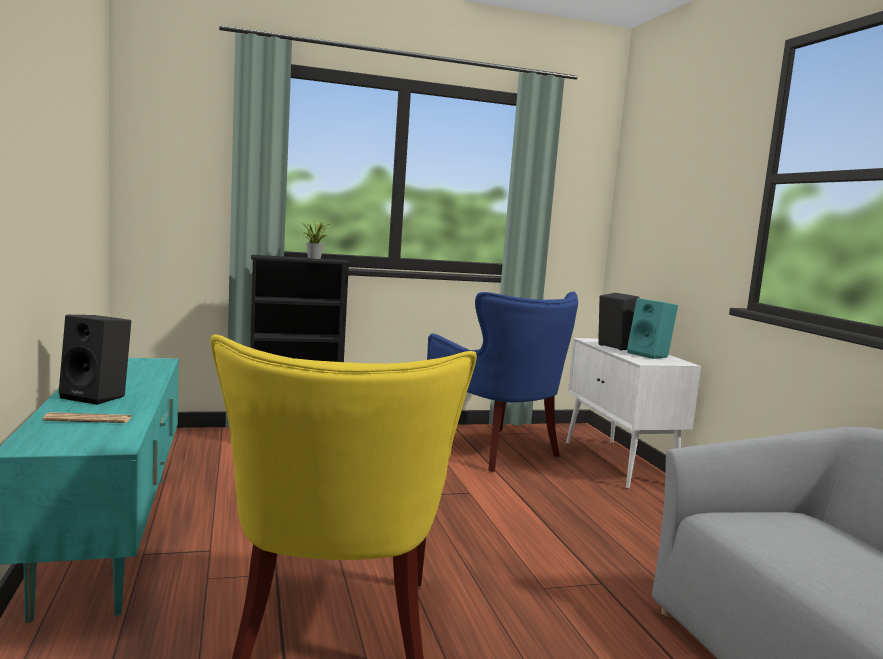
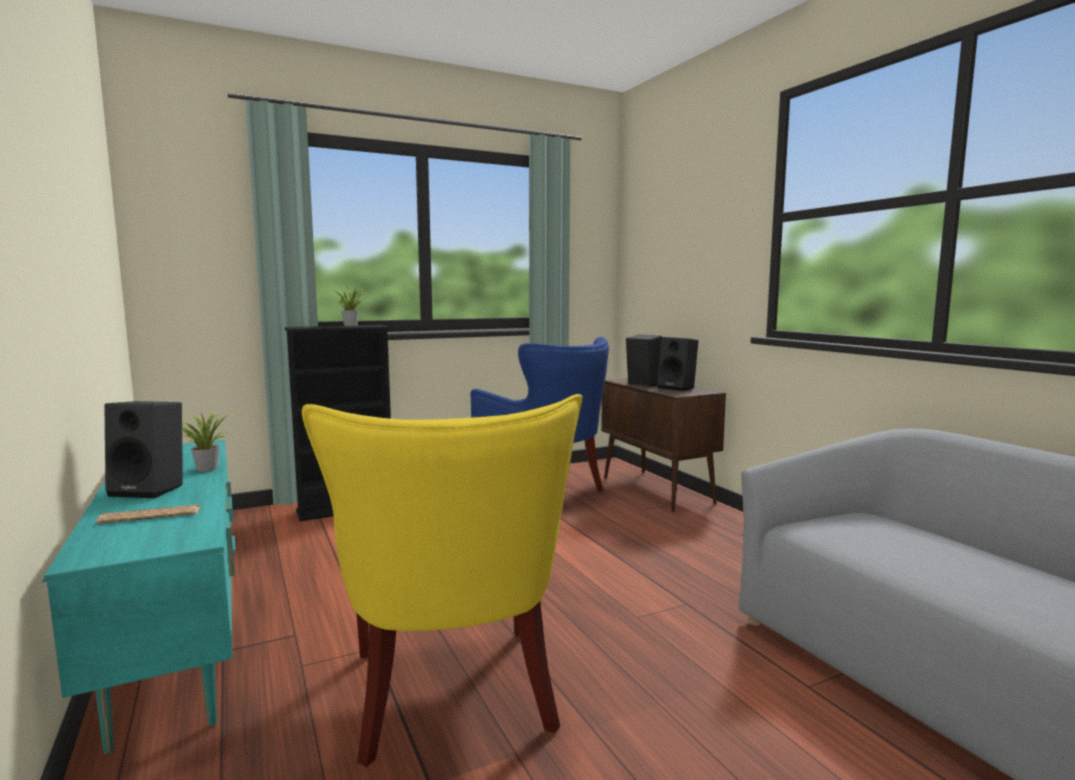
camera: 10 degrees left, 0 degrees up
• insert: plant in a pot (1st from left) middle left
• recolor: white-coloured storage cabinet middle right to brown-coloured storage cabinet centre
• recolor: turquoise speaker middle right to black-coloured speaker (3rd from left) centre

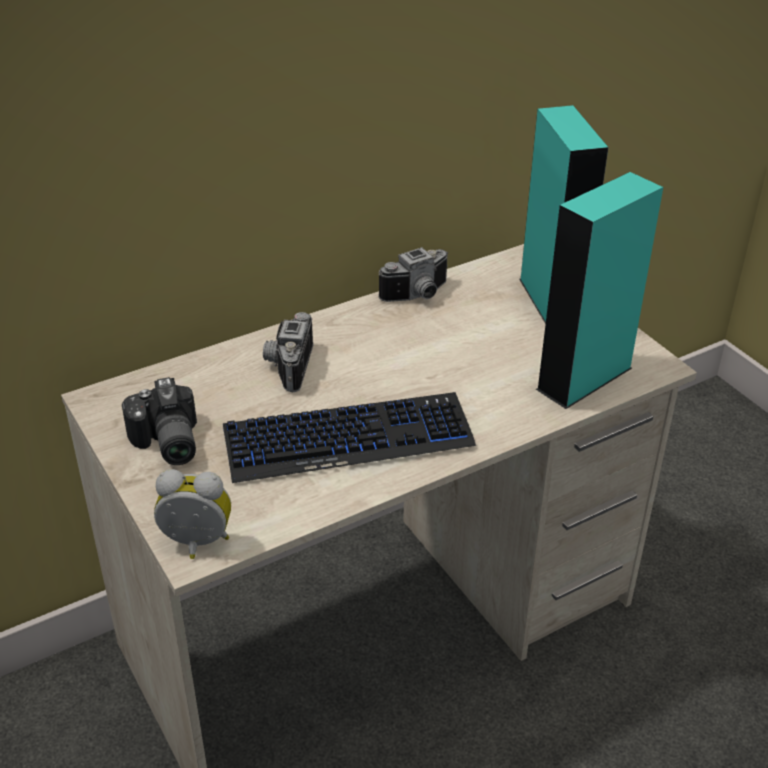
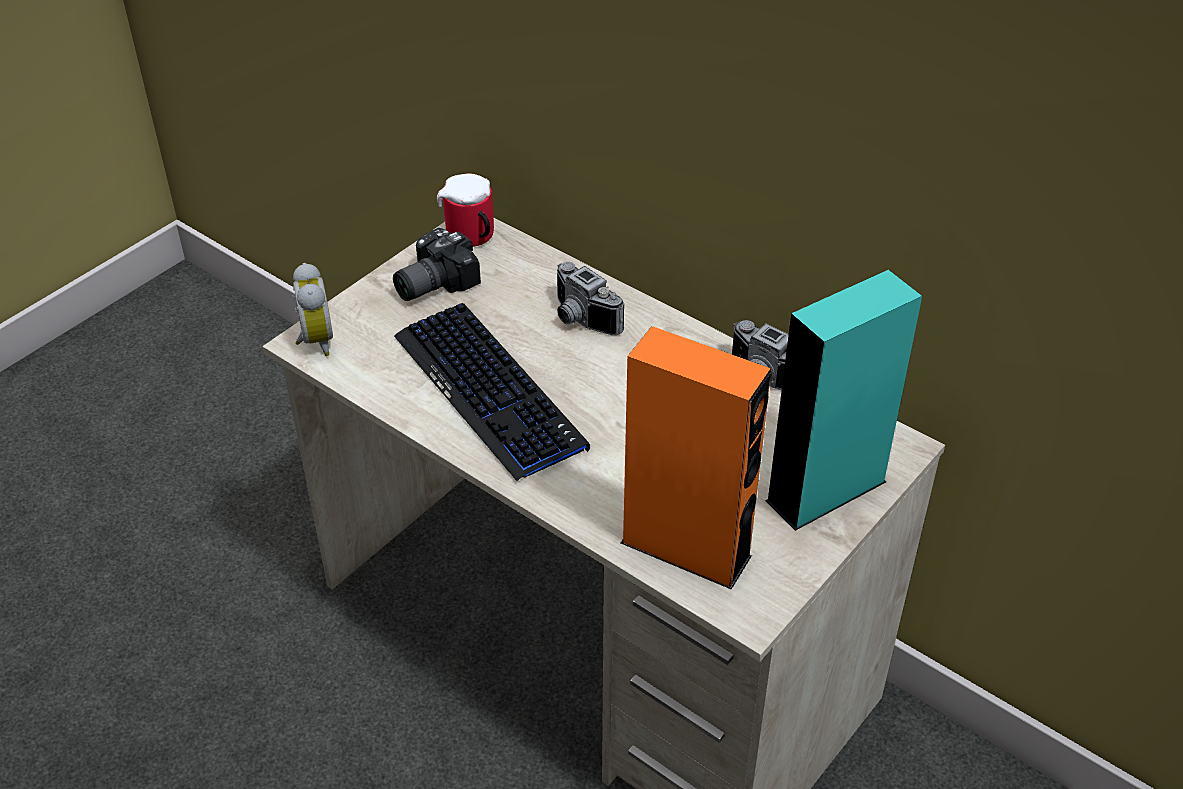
camera: 70 degrees right, 5 degrees up
• insert: tea mug top centre
• rotate: photo camera (2nd from left) centre = centre 120 degrees counterclockwise
• recolor: turquoise speaker (2nd from left) middle right to orange-coloured speaker centre

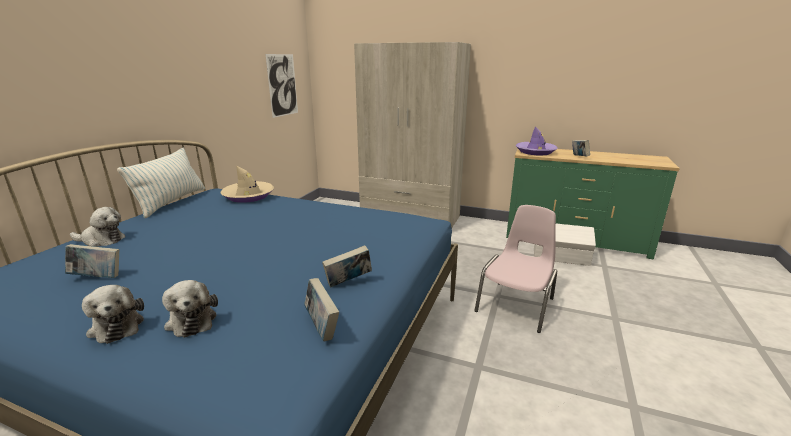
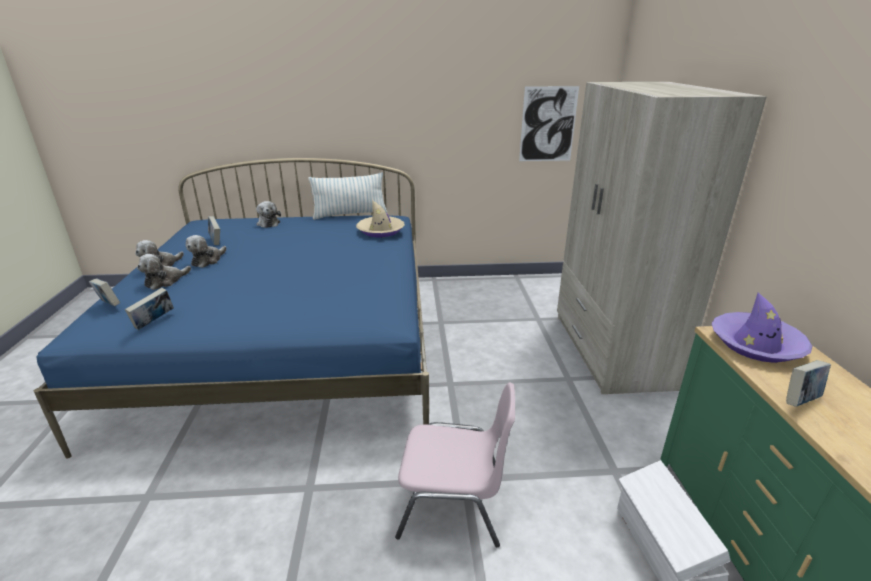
camera: 65 degrees right, 5 degrees up
• move: volume (3rd from left in the first image) centre to volume (1st from left) middle left
• insert: cuddly toy (3rd from left) middle left

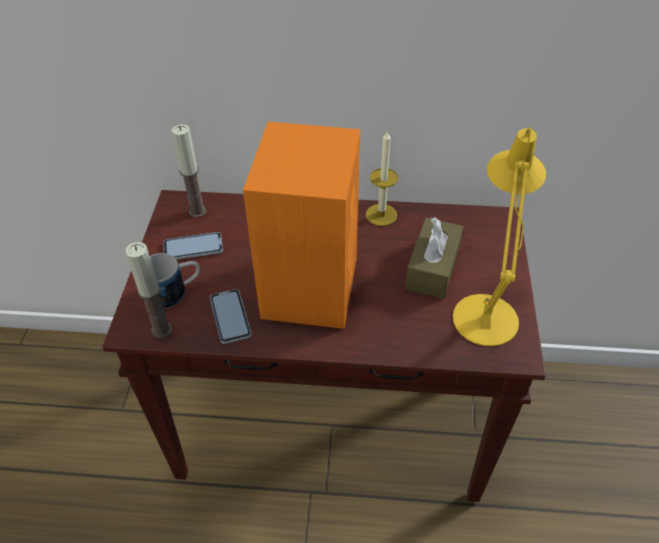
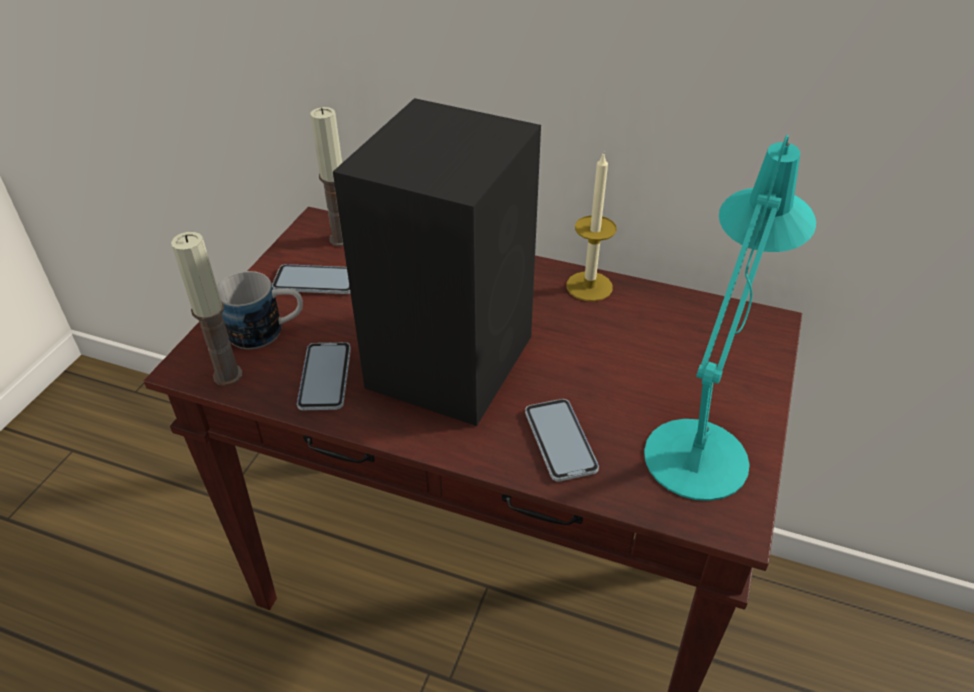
camera: 15 degrees right, 5 degrees down
• recolor: orange-coloured speaker centre to black-coloured speaker centre
• insert: phone (3rd from left) centre
• recolor: yellowish tabletop lamp middle right to turquoise tabletop lamp middle right
• delete: brown-coloured tissue box centre

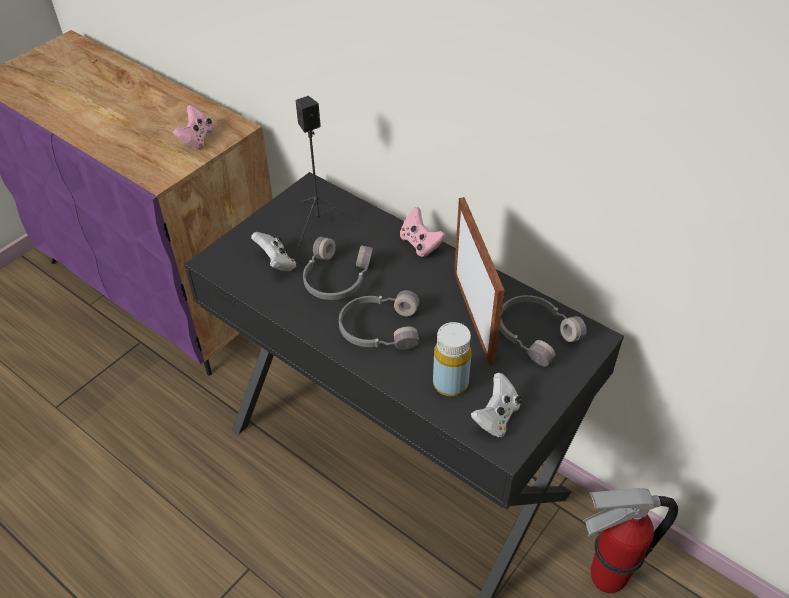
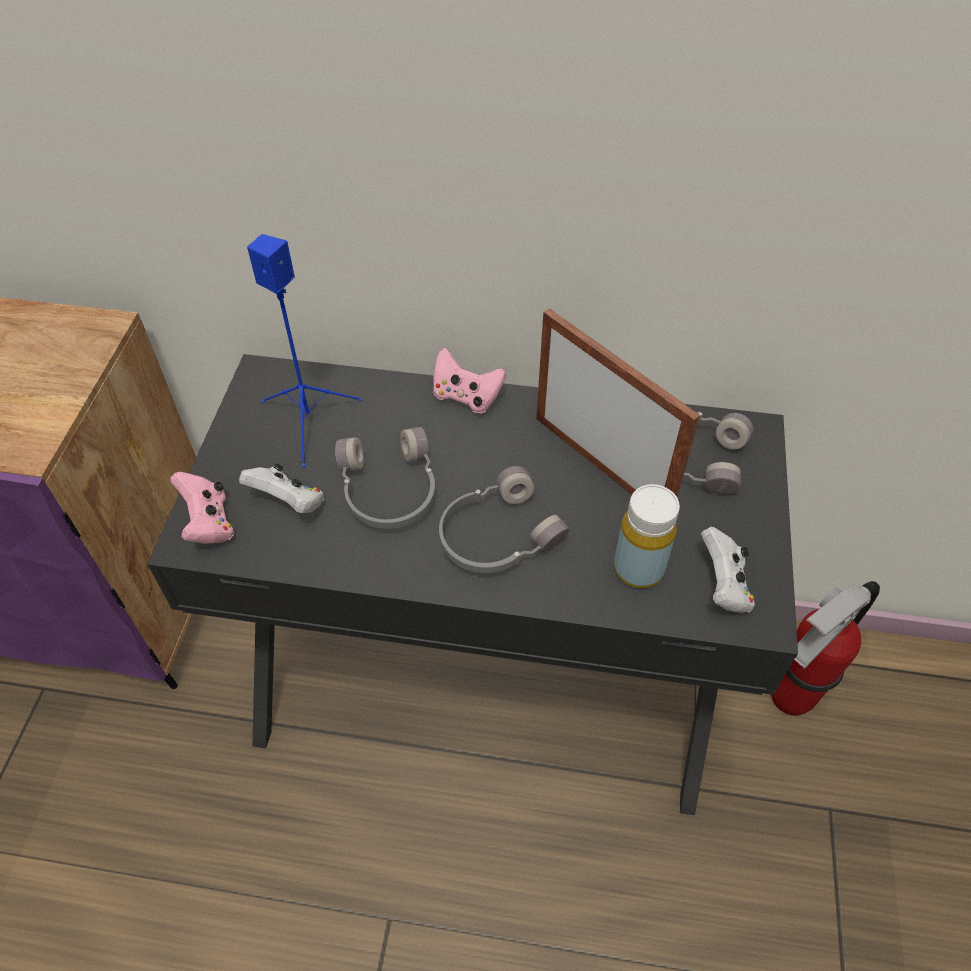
camera: 30 degrees left, 5 degrees up
• move: pink-coloured gamepad (1st from left) top left to middle left
• recolor: black-coloured speaker top centre to blue speaker middle left

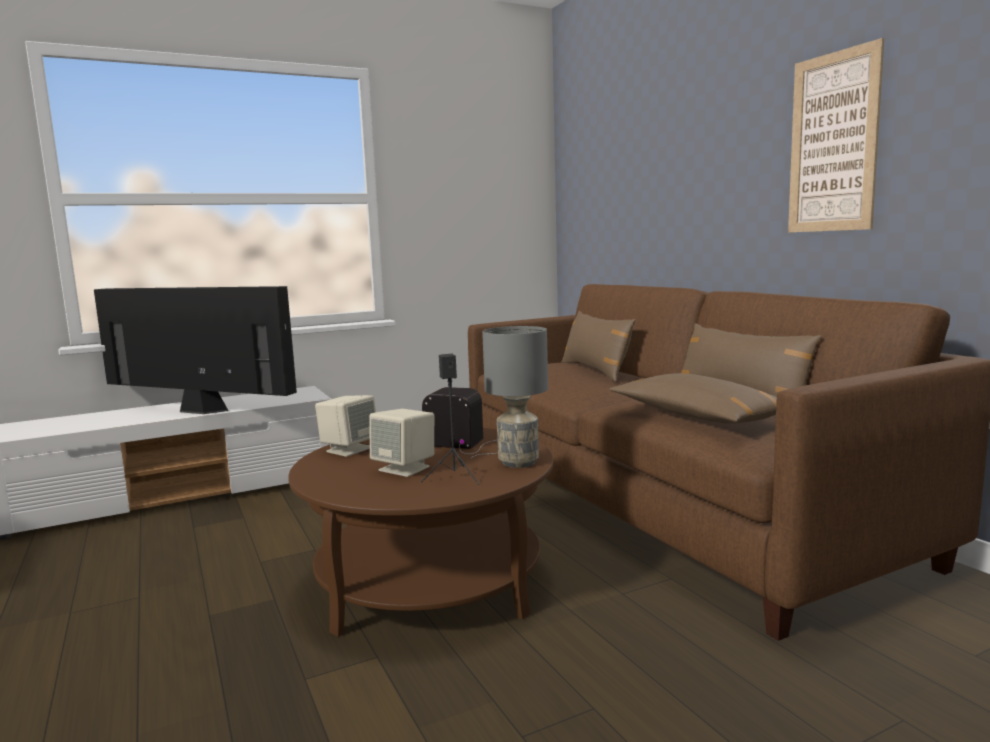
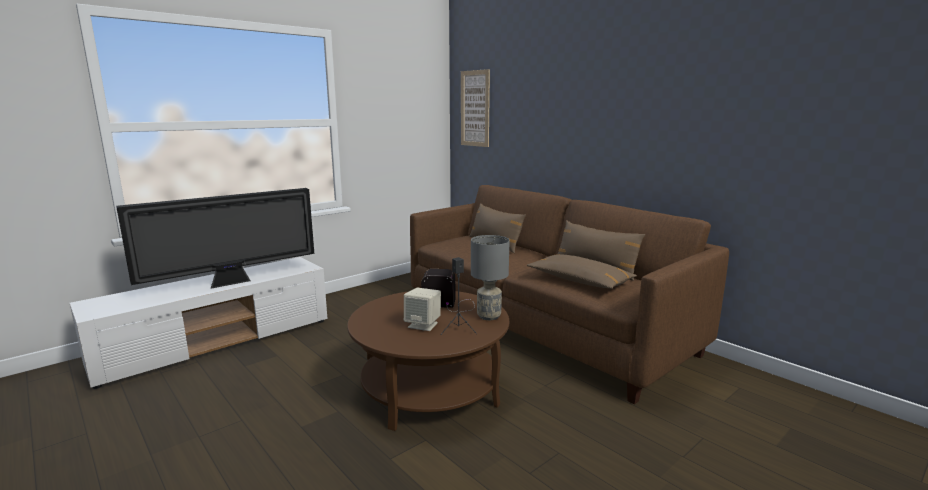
camera: 15 degrees left, 5 degrees up
• rotate: TV middle left = middle left 135 degrees clockwise
• move: wall art top right to top centre
• delete: beige-coloured speaker (1st from left) centre

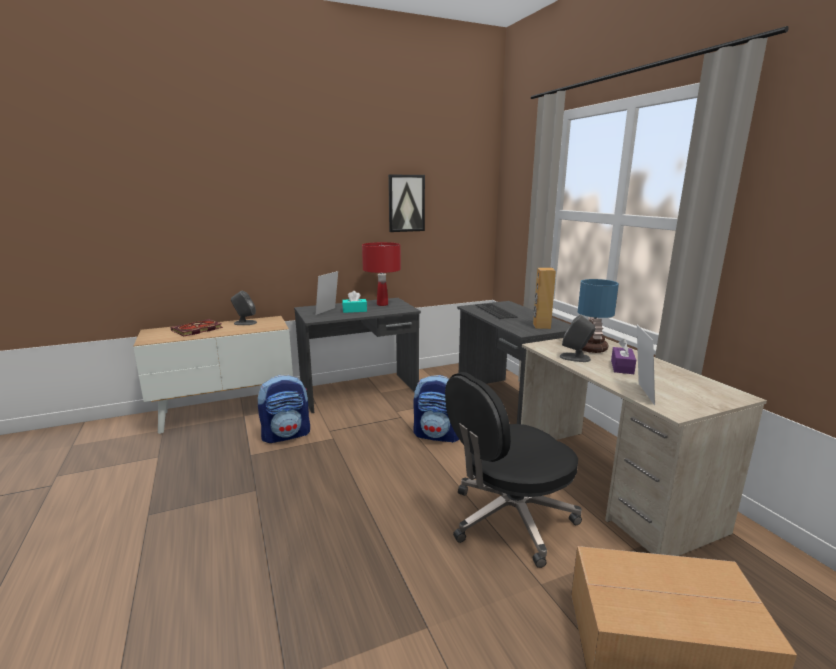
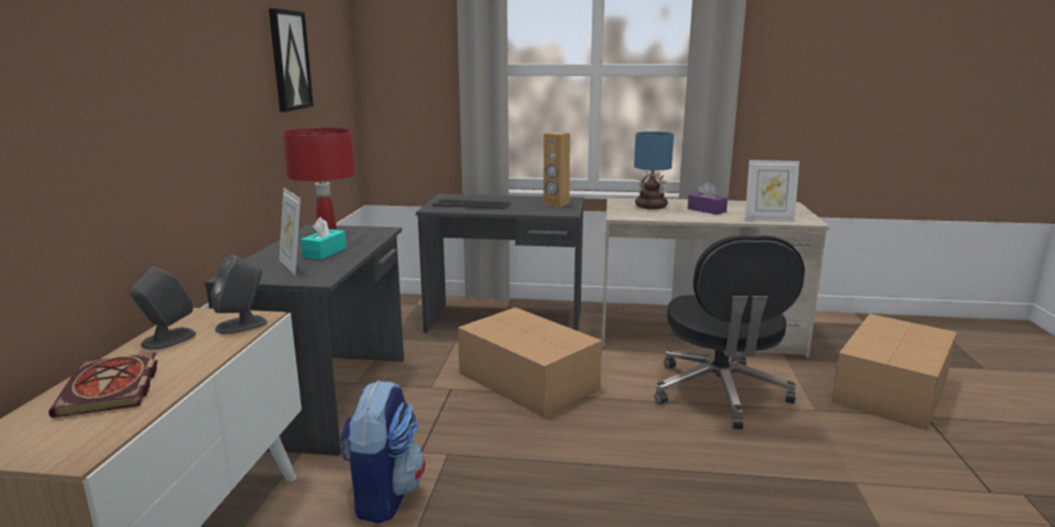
camera: 60 degrees left, 0 degrees up
• move: gray speaker (2nd from left) middle right to middle left
• replace: knapsack (2nd from left) centre to cardboard box (1st from left) bottom centre
• rotate: standing frame (2nd from left) middle right = middle right 150 degrees clockwise

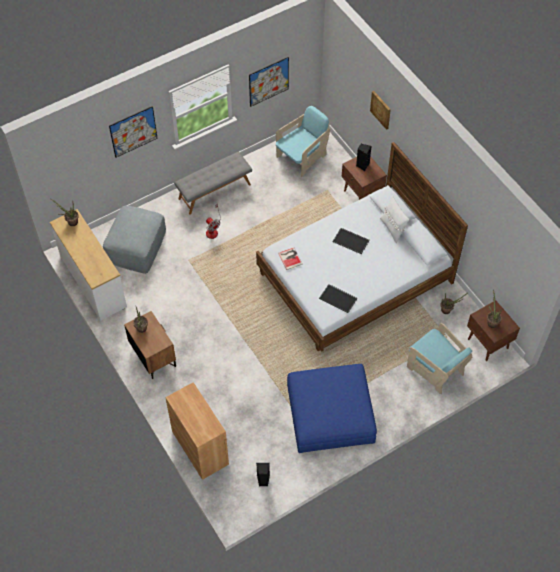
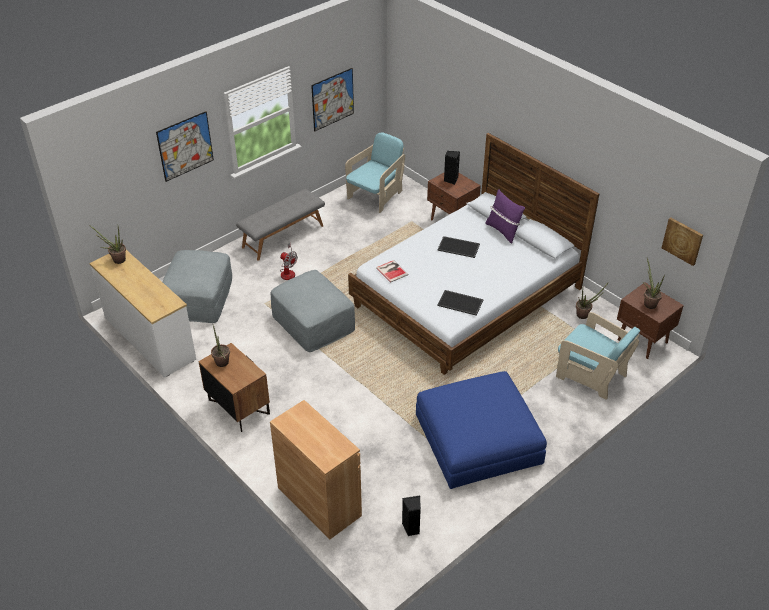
camera: 10 degrees left, 15 degrees down
• insert: gray pouffe (2nd from left) centre
• recolor: white-coloured pillow middle right to purplish pillow centre
• move: wall art (3rd from left) top right to middle right

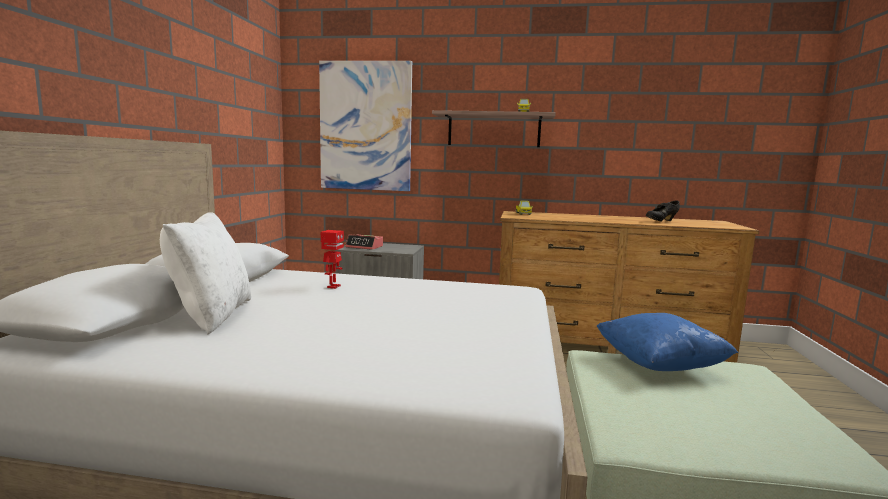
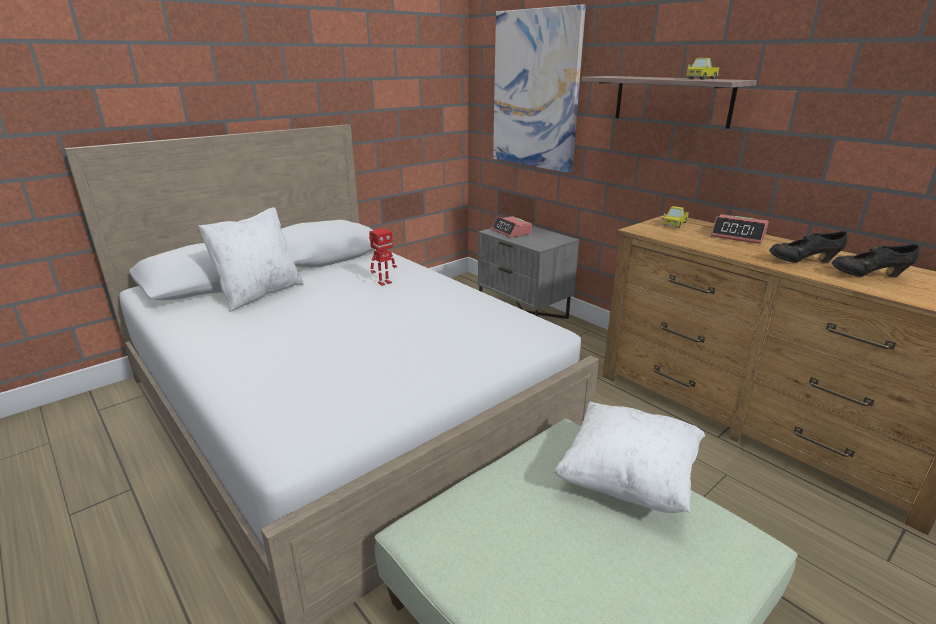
camera: 40 degrees right, 15 degrees up
• recolor: blue pillow bottom right to white-coloured pillow (2nd from left) bottom right
• insert: bedside clock (2nd from left) middle right
• insert: black-coloured item of footwear (1st from left) middle right

